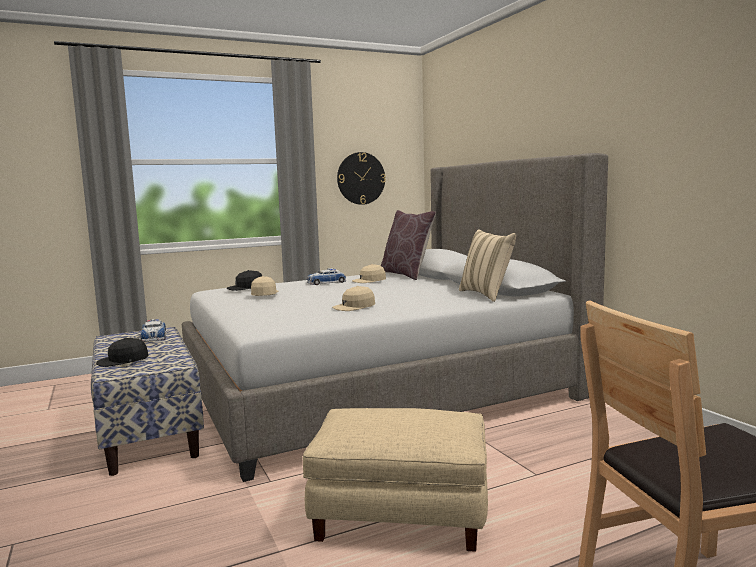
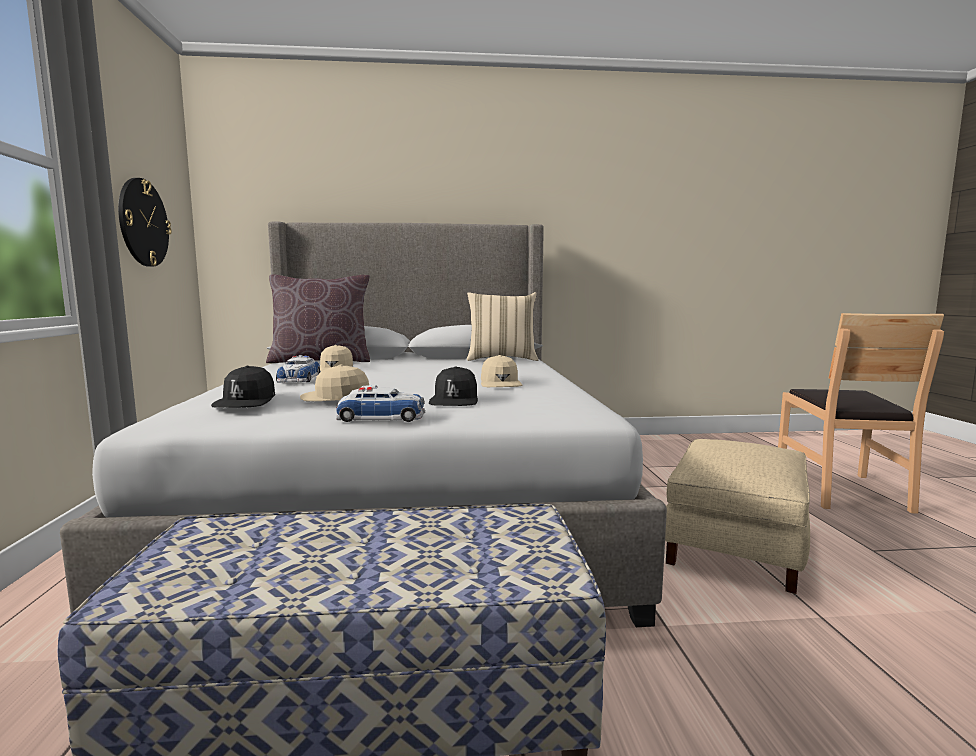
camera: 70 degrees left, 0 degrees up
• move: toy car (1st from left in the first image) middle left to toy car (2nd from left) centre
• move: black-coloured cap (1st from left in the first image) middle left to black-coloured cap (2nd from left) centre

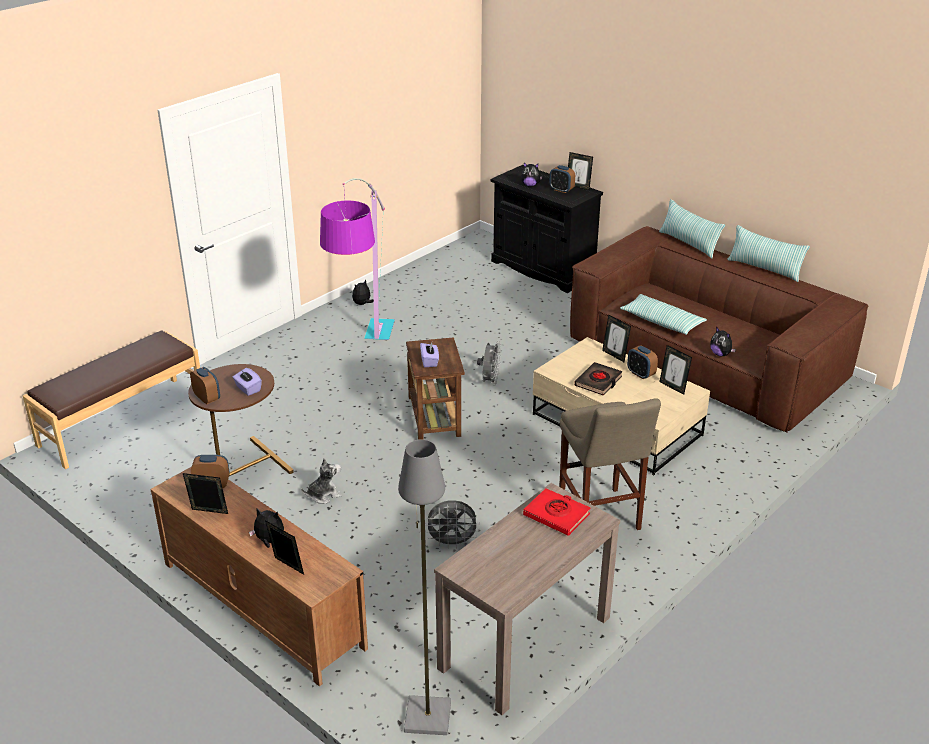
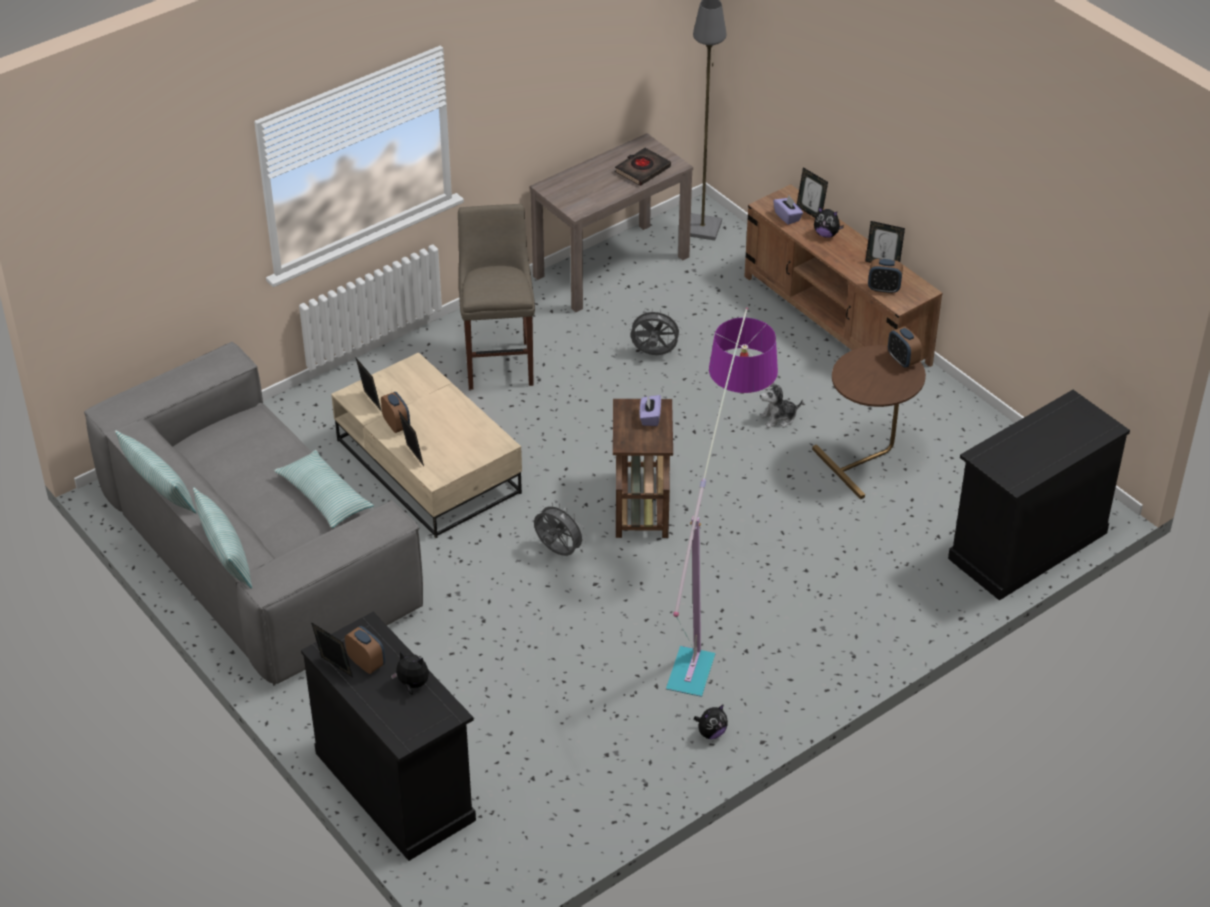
camera: 170 degrees left, 10 degrees up
• recolor: brown-coloured settee middle right to gray settee middle left
• rotate: gray cooling fan (2nd from left in the first image) centre = centre 105 degrees clockwise
• move: black-coloured volume centre to top centre
• move: purplish tissue box (1st from left in the first image) middle left to purplish tissue box (2nd from left) top centre
• replace: brown-coloured bench middle left to black-coloured storage cabinet (2nd from left) middle right
• delete: reddish volume bottom centre
• delete: cuddly toy (5th from left) middle right

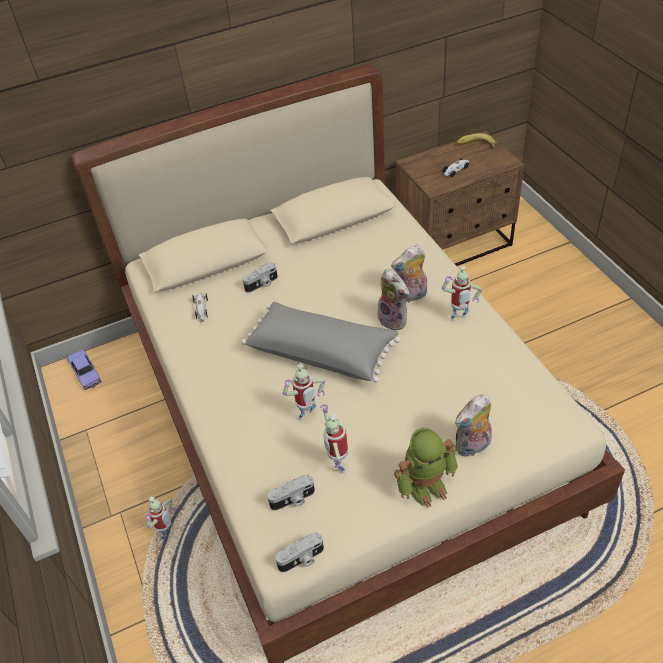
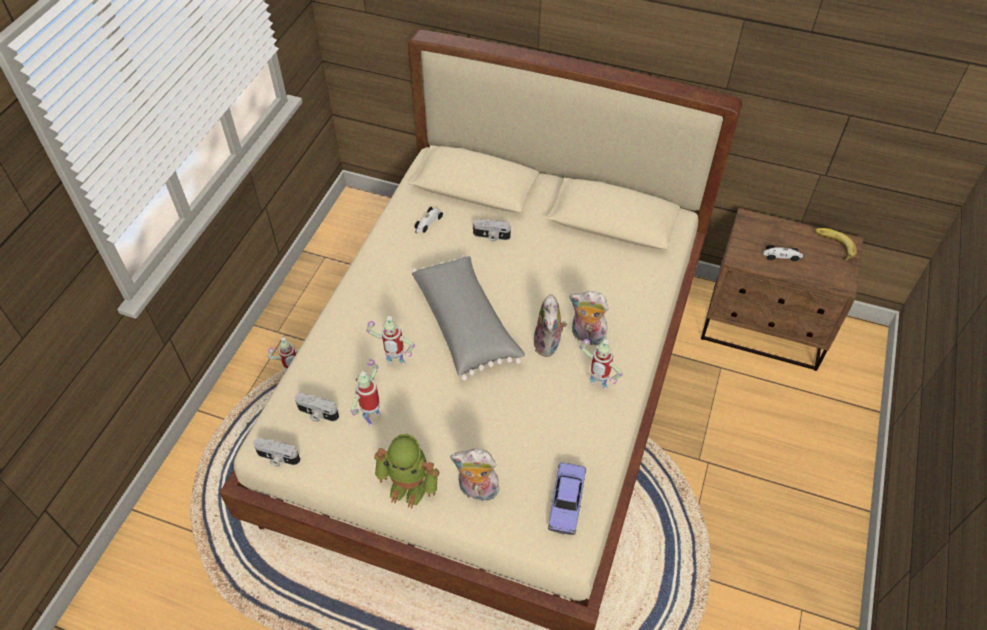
camera: 40 degrees right, 5 degrees up
• move: toy car (1st from left in the first image) middle left to toy car (2nd from left) bottom centre

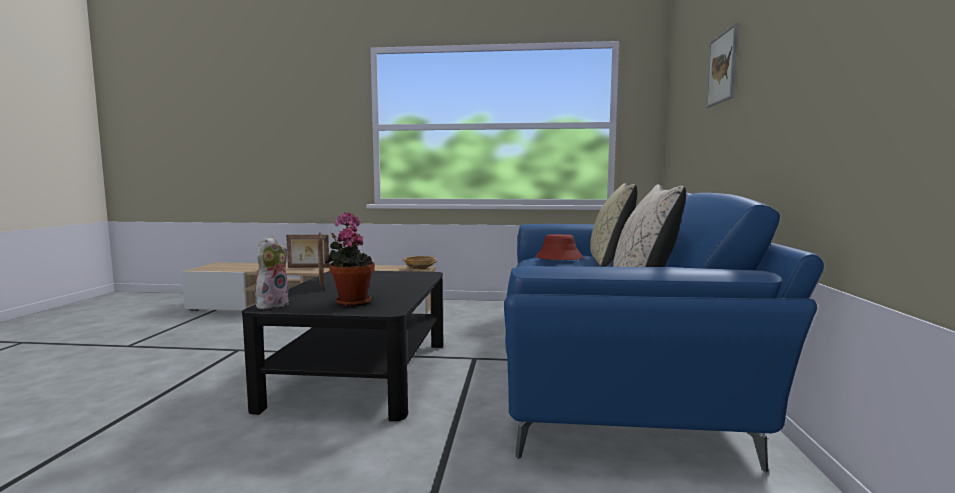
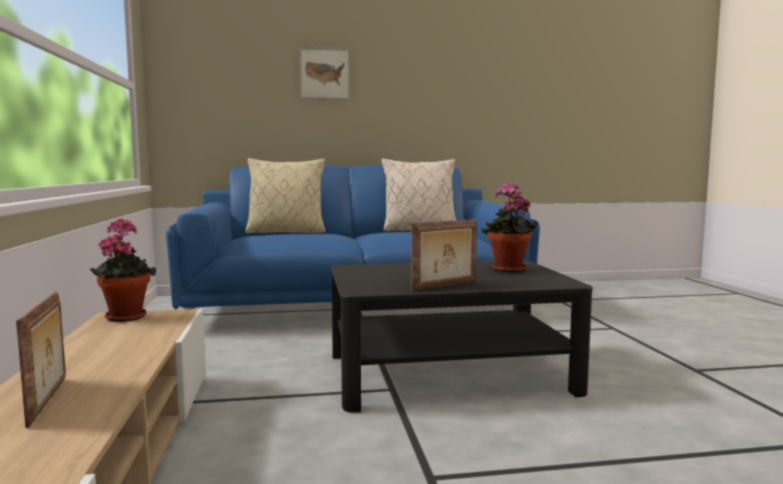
camera: 105 degrees left, 0 degrees up
• replace: beige-coloured bowl centre to plant in a pot (1st from left) middle left
• delete: cuddly toy middle left
• delete: reddish wearable hat centre

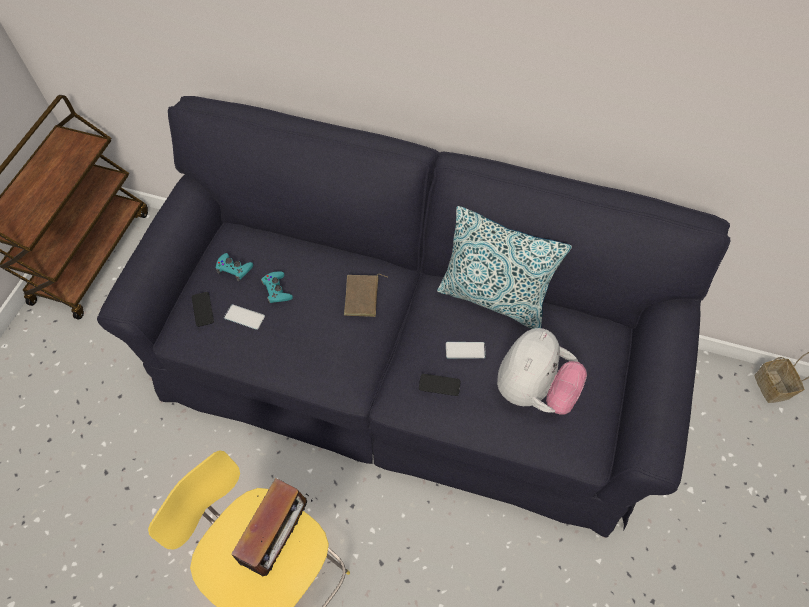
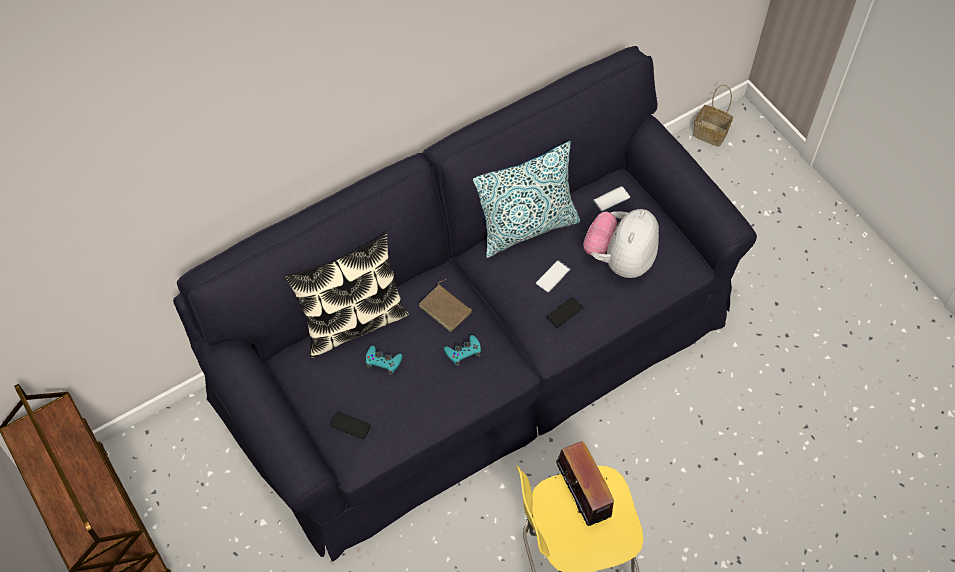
camera: 50 degrees left, 0 degrees up
• insert: pillow (1st from left) centre
• move: turquoise gamepad (1st from left in the first image) middle left to turquoise gamepad (2nd from left) centre
• rotate: cuddly toy middle right = centre 135 degrees counterclockwise
• move: phone (2nd from left in the first image) middle left to phone (4th from left) centre

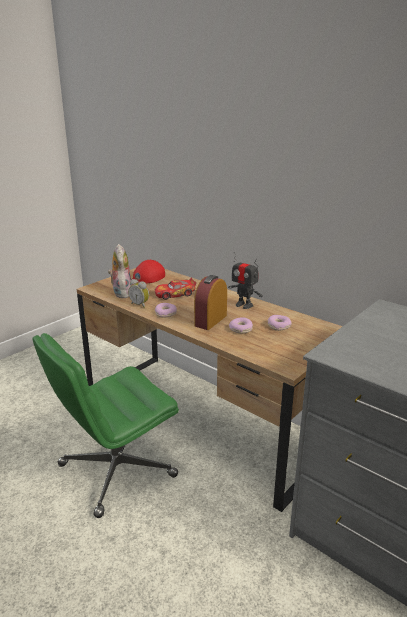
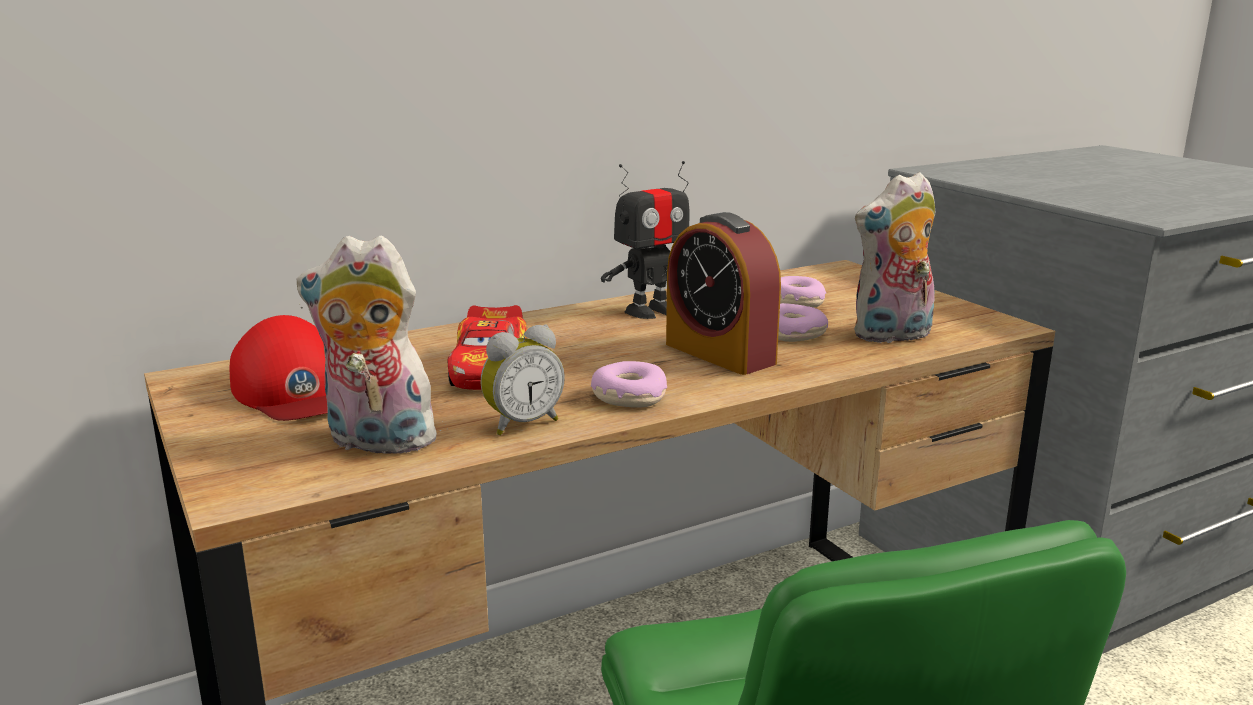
camera: 70 degrees left, 5 degrees down
• insert: cuddly toy (2nd from left) middle right

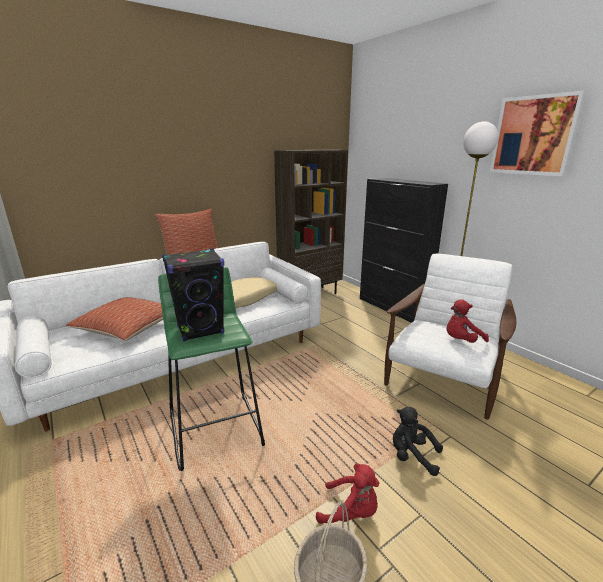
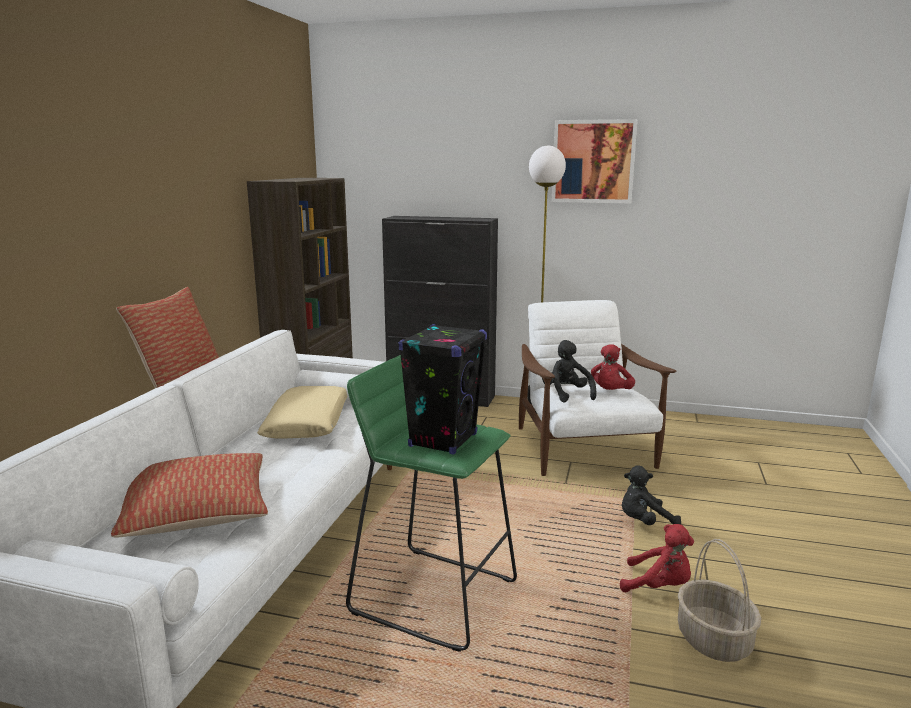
camera: 40 degrees left, 5 degrees down
• insert: black-coloured cuddly toy (1st from left) centre
• rotate: reddish cuddly toy (1st from left in the first image) bottom centre = bottom right 45 degrees clockwise

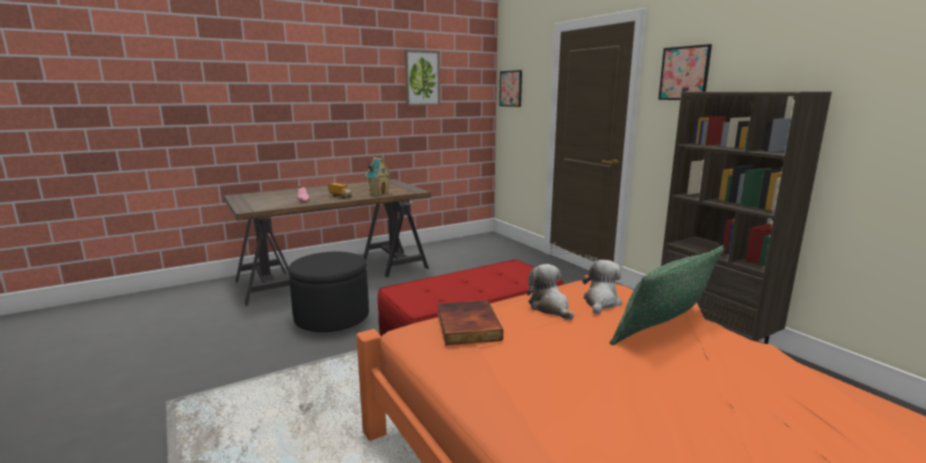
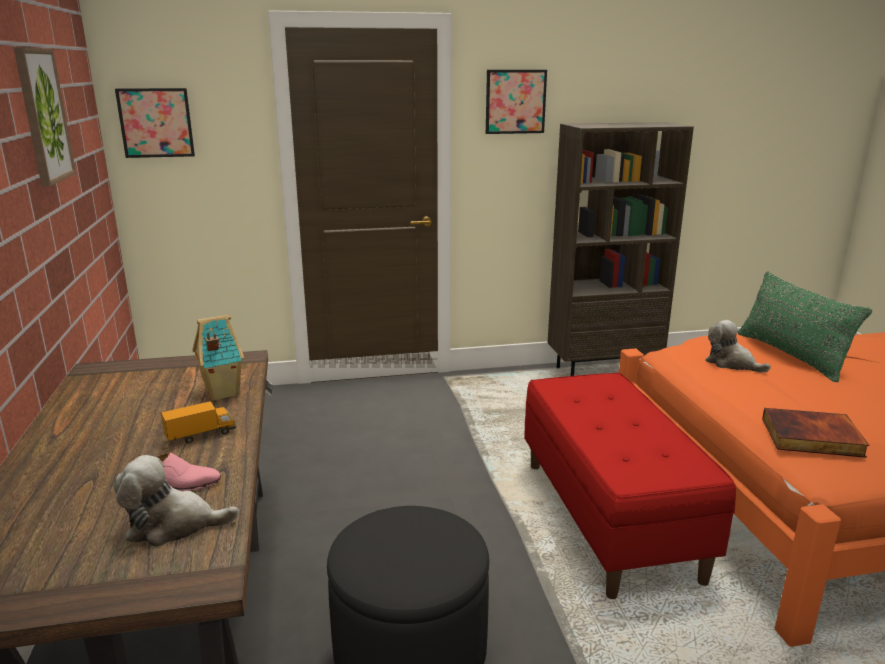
camera: 70 degrees left, 5 degrees up
• move: cuddly toy (1st from left) centre to bottom left

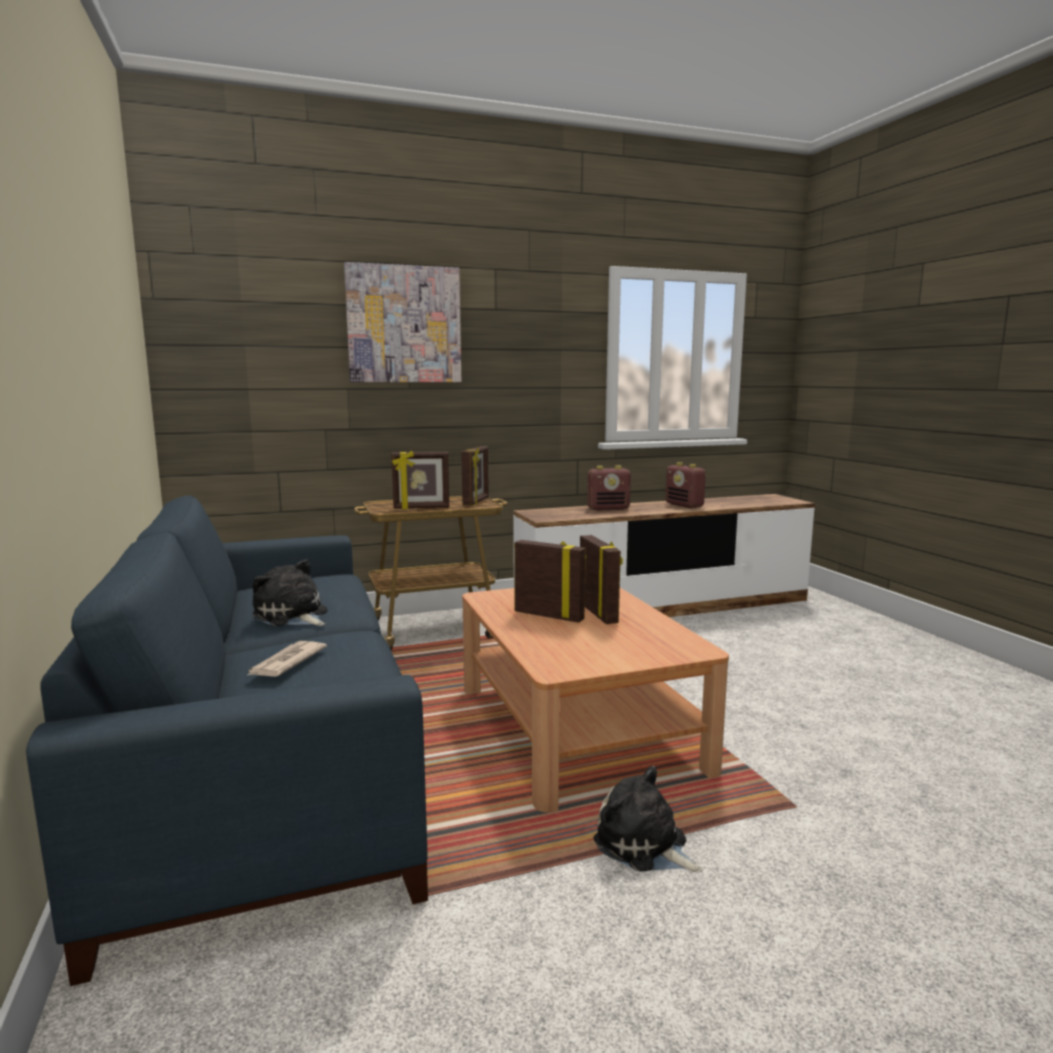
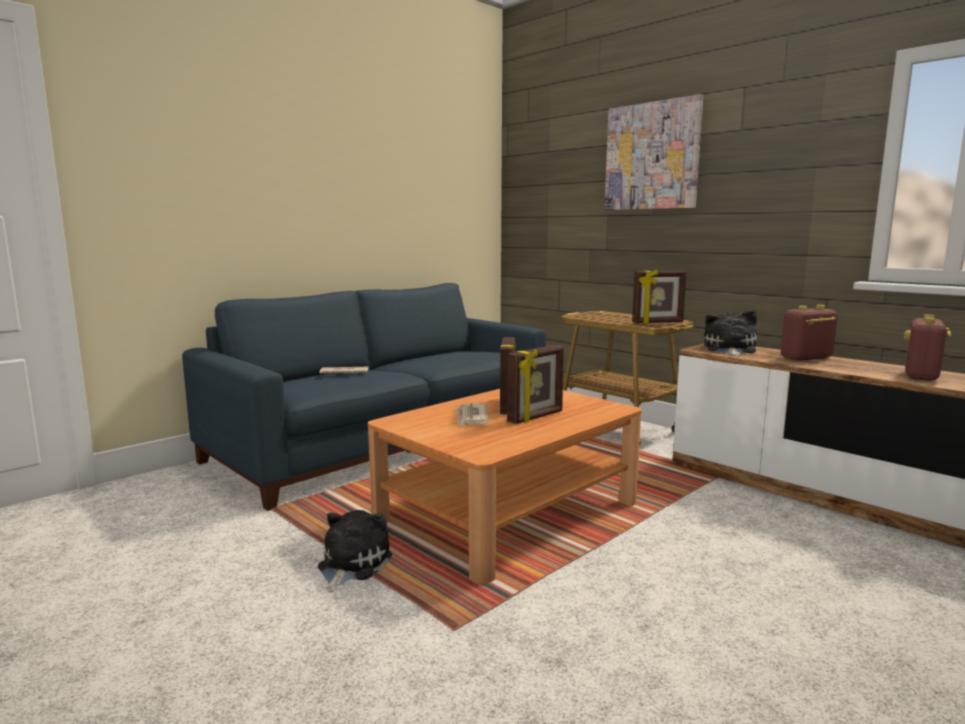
camera: 65 degrees right, 0 degrees up
• insert: newspaper (2nd from left) centre
• move: cuddly toy (1st from left in the first image) middle left to cuddly toy (2nd from left) middle right
• rotate: radio set (1st from left) centre = middle right 105 degrees clockwise
• delete: standing frame (1st from left) centre

